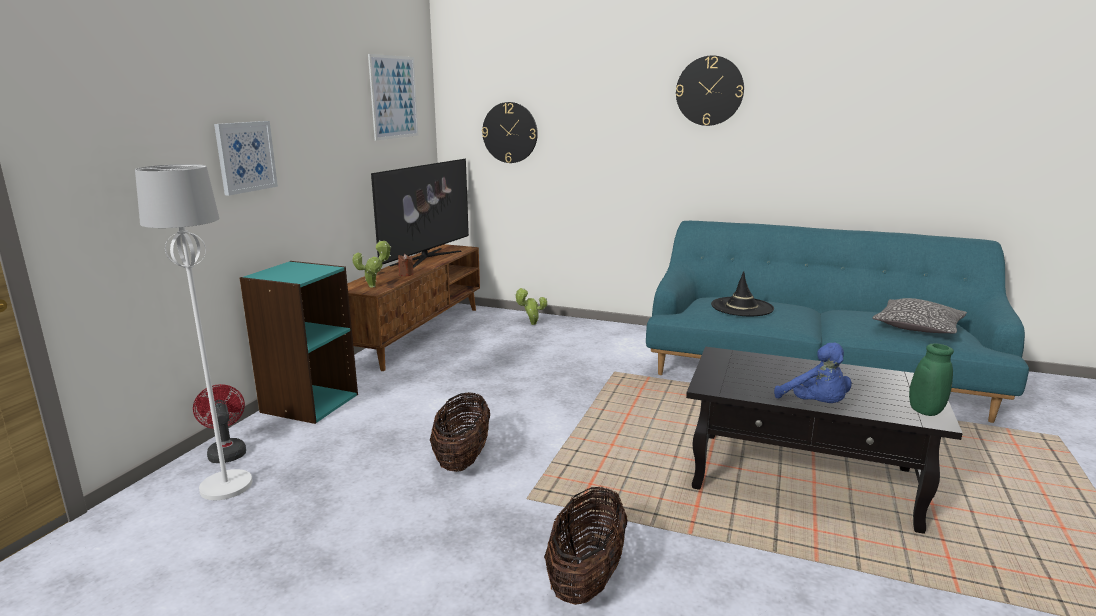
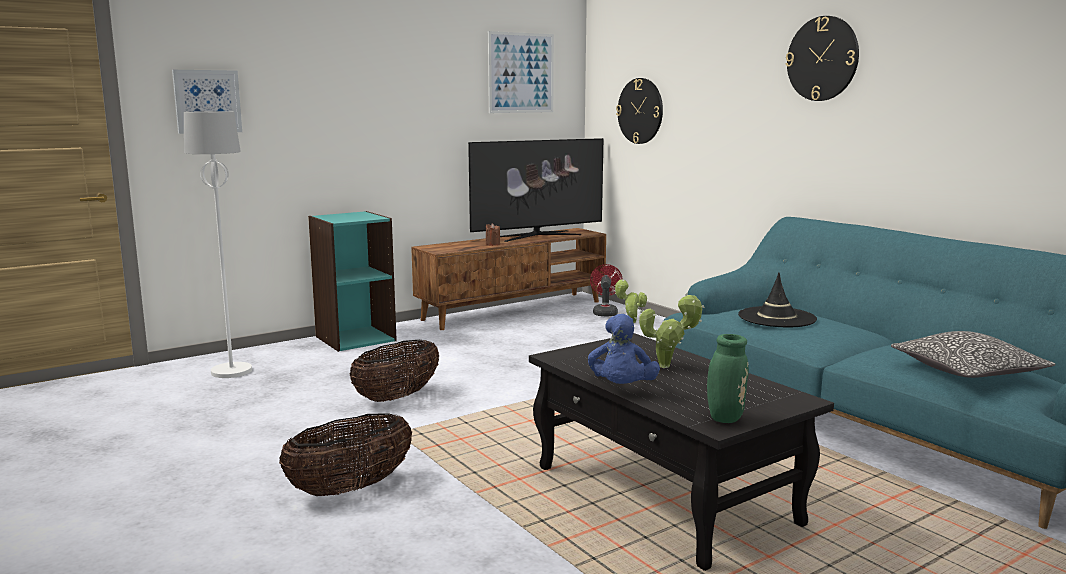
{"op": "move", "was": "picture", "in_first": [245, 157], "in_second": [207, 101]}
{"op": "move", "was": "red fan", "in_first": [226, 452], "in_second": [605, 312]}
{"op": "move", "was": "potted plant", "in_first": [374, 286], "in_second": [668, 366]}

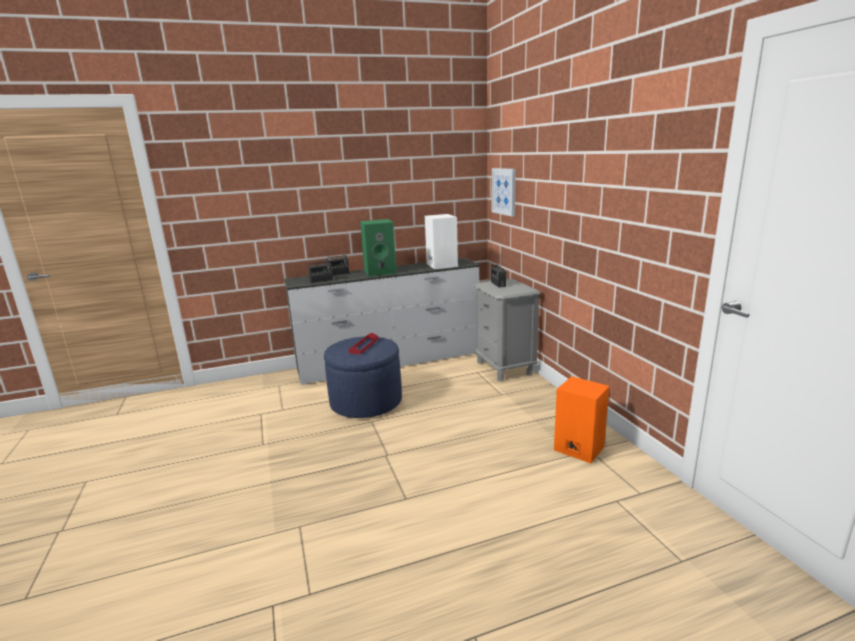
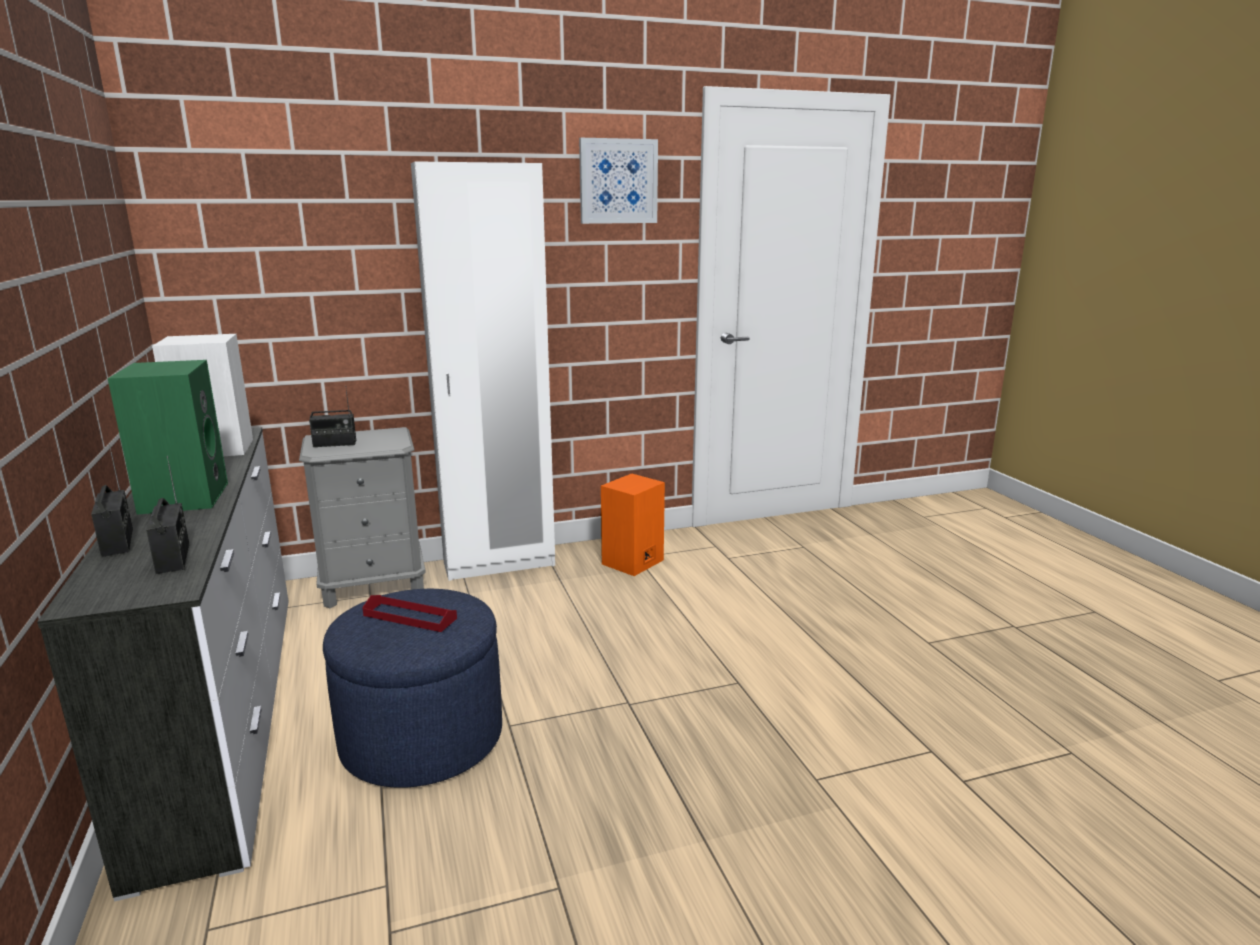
{"op": "insert", "now": "white wardrobe", "in_second": [499, 564]}
{"op": "move", "was": "picture", "in_first": [504, 191], "in_second": [618, 181]}

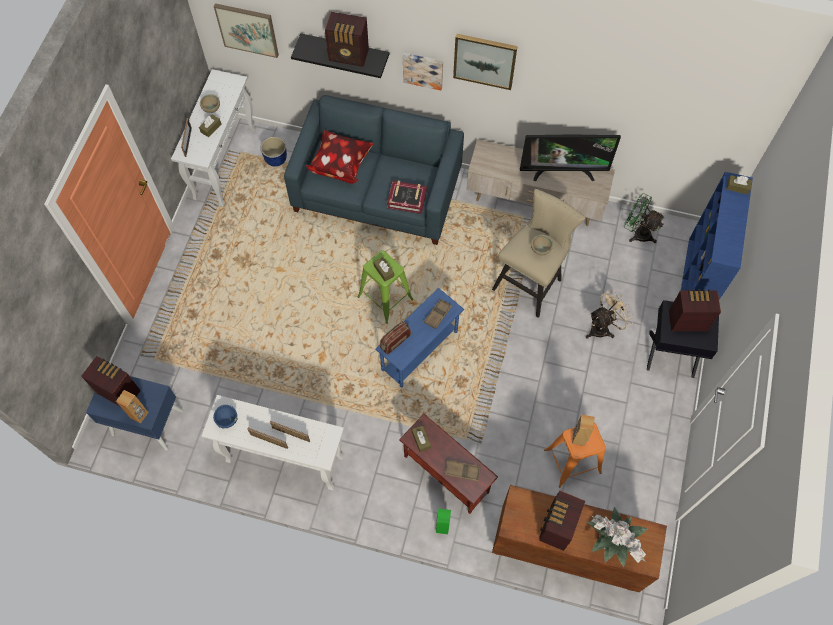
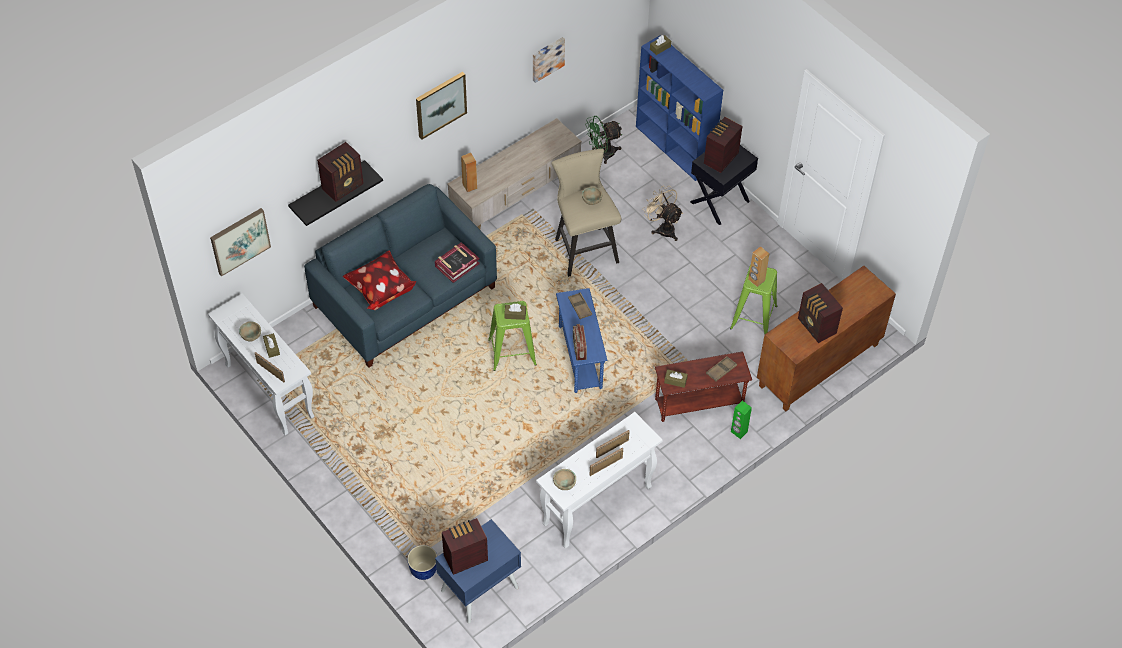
{"op": "move", "was": "planter", "in_first": [276, 160], "in_second": [424, 570]}
{"op": "move", "was": "brown speaker", "in_first": [139, 415], "in_second": [470, 186]}
{"op": "move", "was": "picture", "in_first": [423, 70], "in_second": [547, 58]}
{"op": "recolor", "was": "blue bowl", "now": "beige bowl", "in_first": [227, 420], "in_second": [564, 484]}
{"op": "rotate", "was": "beige fan", "in_first": [603, 327], "in_second": [663, 228], "clockwise": -45}
{"op": "recolor", "was": "orange stool", "now": "green stool", "in_first": [573, 461], "in_second": [753, 317]}
{"op": "delete", "was": "television", "in_first": [563, 171]}
{"op": "delete", "was": "potted plant", "in_first": [612, 543]}

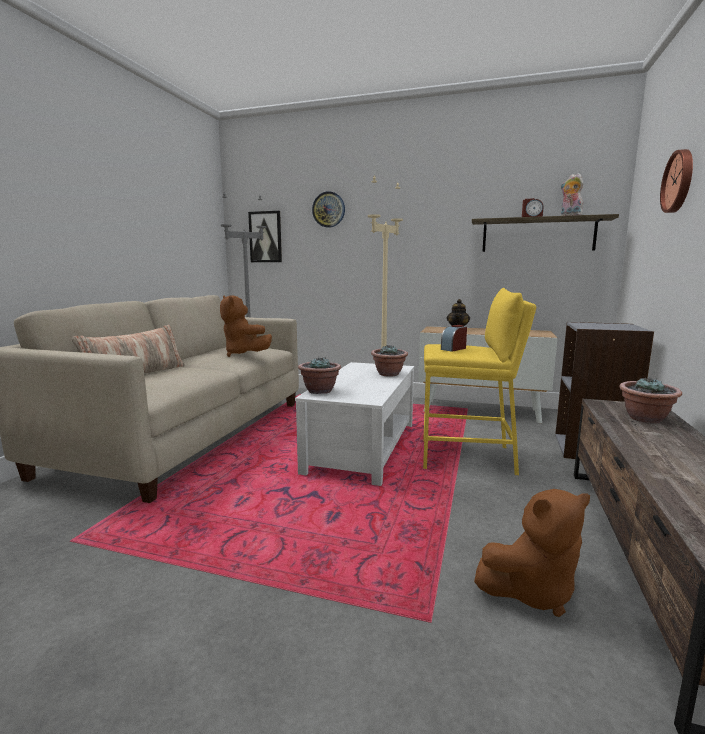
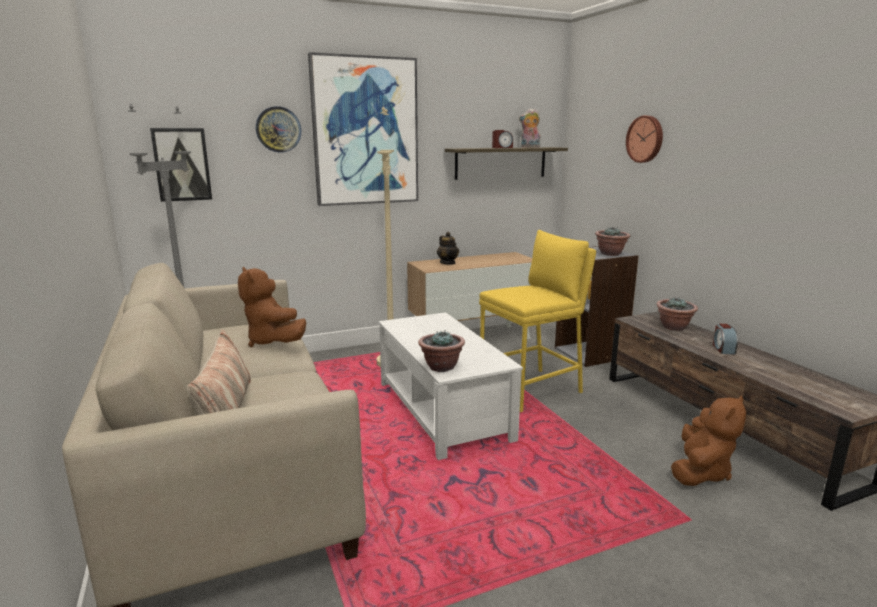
{"op": "rotate", "was": "brown plush toy", "in_first": [244, 354], "in_second": [273, 341], "clockwise": 45}
{"op": "insert", "now": "picture", "in_second": [365, 132]}
{"op": "move", "was": "potted plant", "in_first": [389, 374], "in_second": [610, 254]}
{"op": "move", "was": "alarm clock", "in_first": [453, 349], "in_second": [723, 349]}

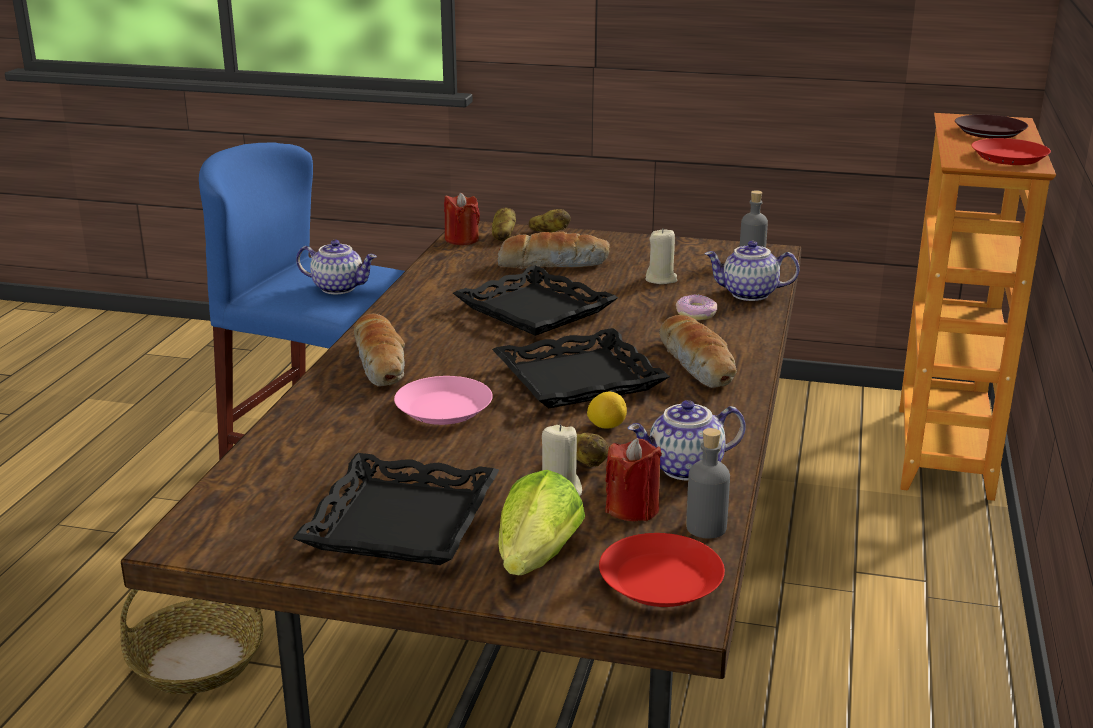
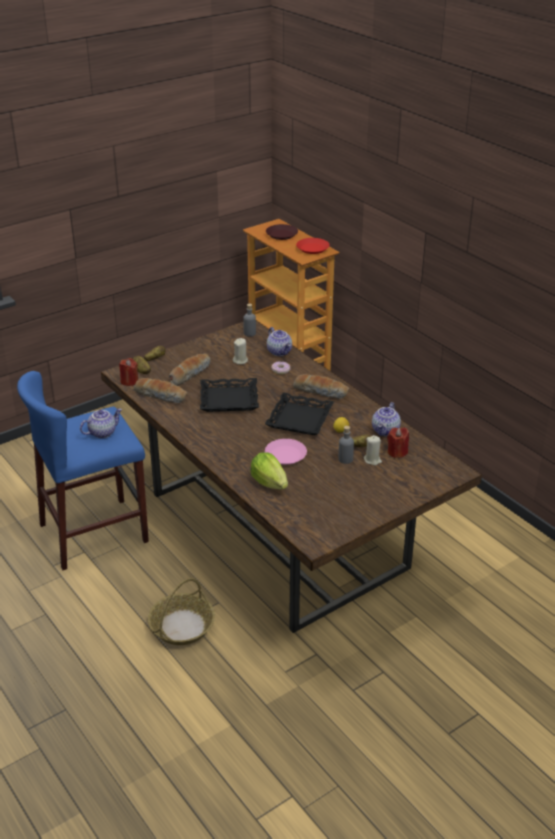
{"op": "move", "was": "bread", "in_first": [381, 364], "in_second": [161, 396]}
{"op": "move", "was": "lettuce", "in_first": [538, 558], "in_second": [269, 483]}
{"op": "rotate", "was": "teapot", "in_first": [748, 294], "in_second": [280, 352], "clockwise": -75}
{"op": "move", "was": "grey bottle", "in_first": [706, 527], "in_second": [345, 459]}
{"op": "delete", "was": "black tray", "in_first": [403, 522]}
{"op": "delete", "was": "red plate", "in_first": [659, 580]}

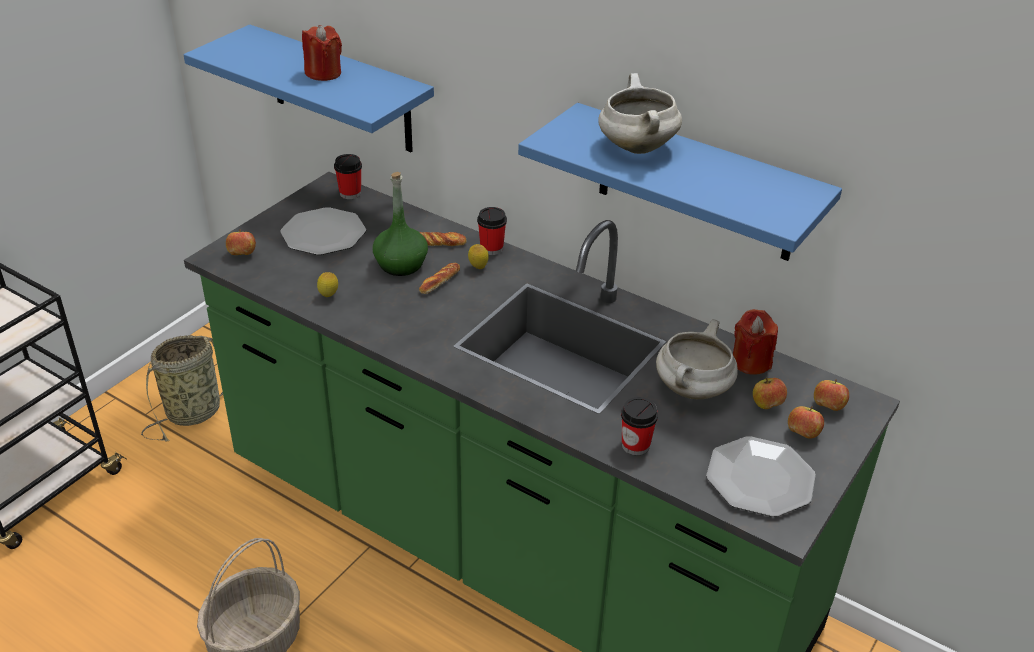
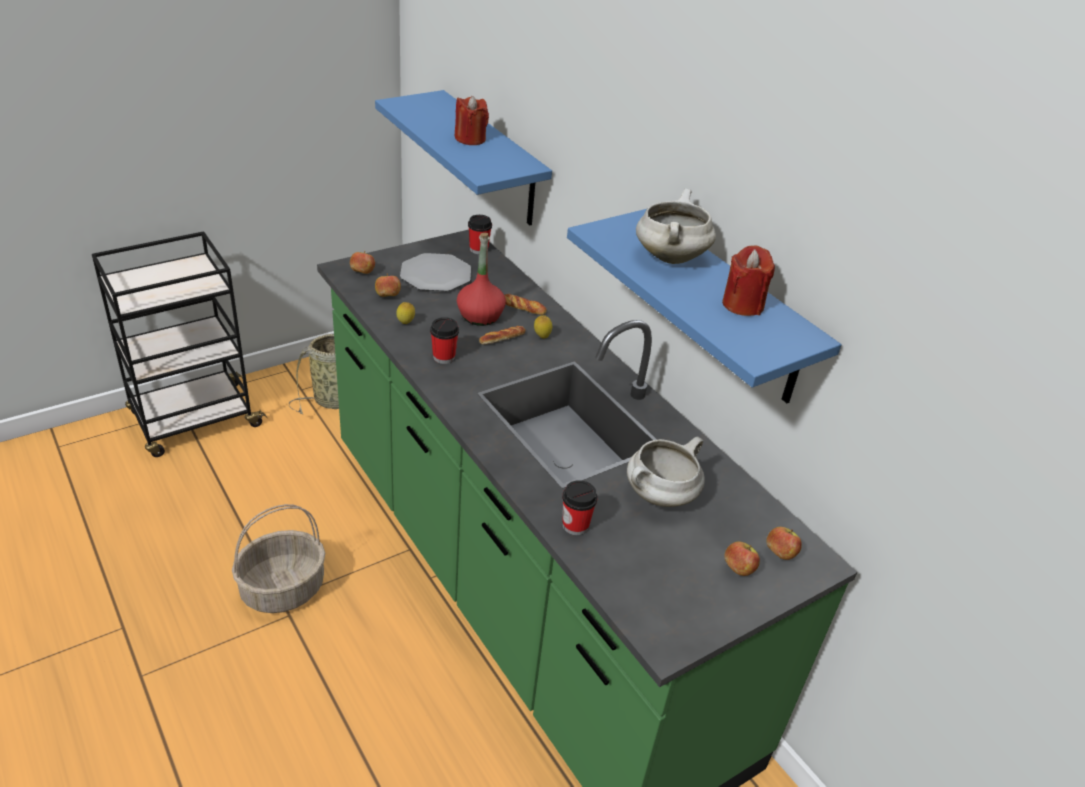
{"op": "move", "was": "apple", "in_first": [767, 405], "in_second": [388, 296]}
{"op": "move", "was": "cup", "in_first": [491, 248], "in_second": [444, 357]}
{"op": "recolor", "was": "green bottle", "now": "red bottle", "in_first": [400, 264], "in_second": [480, 316]}
{"op": "move", "was": "red candle", "in_first": [751, 362], "in_second": [742, 304]}
{"op": "delete", "was": "plate", "in_first": [760, 479]}

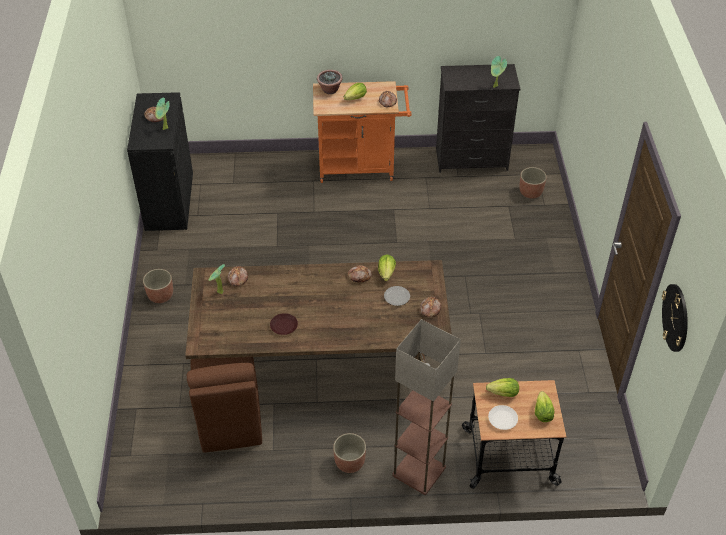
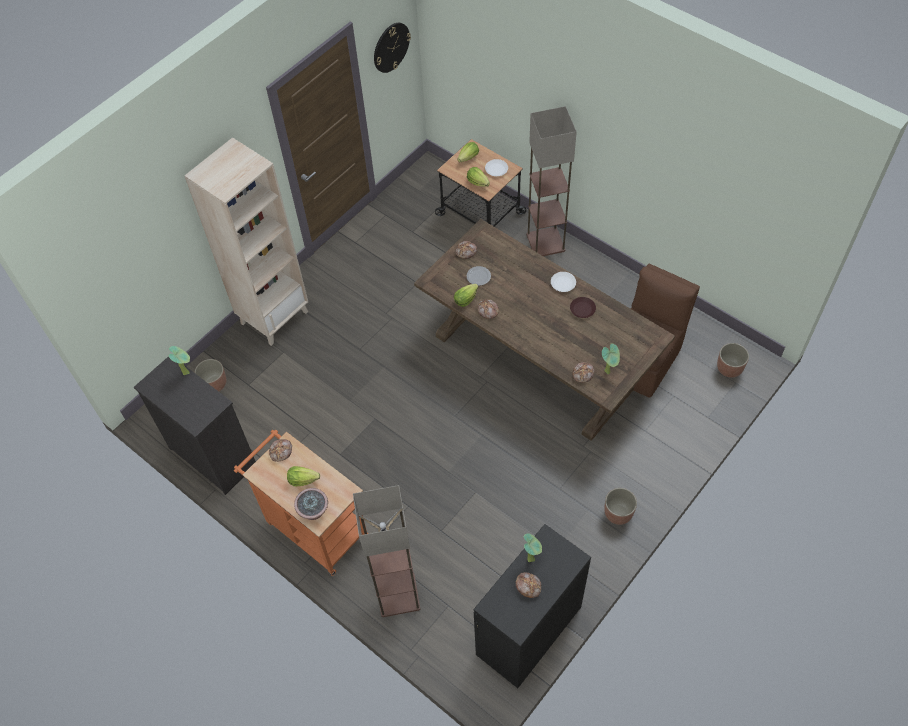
{"op": "insert", "now": "beige bookcase", "in_second": [274, 317]}
{"op": "insert", "now": "floor lamp", "in_second": [398, 594]}
{"op": "insert", "now": "white plate", "in_second": [563, 284]}
{"op": "move", "was": "planter", "in_first": [350, 462], "in_second": [729, 368]}

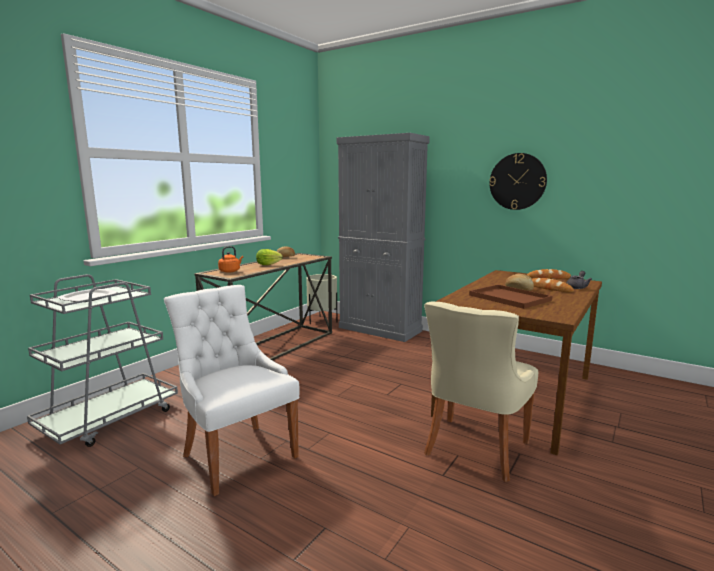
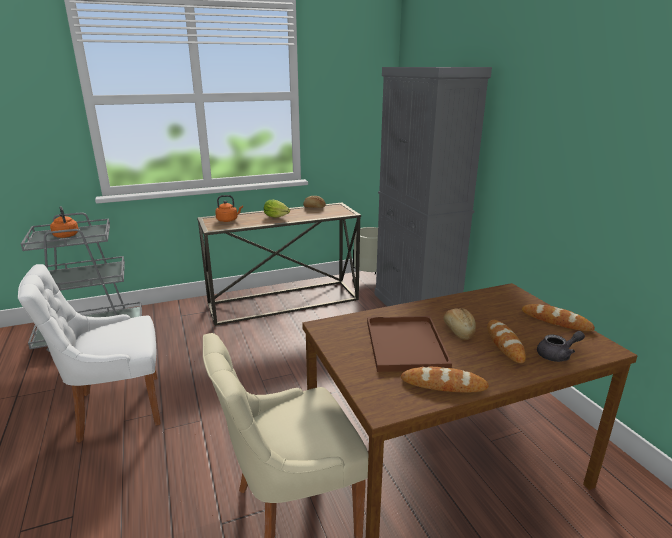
{"op": "rotate", "was": "white chair", "in_first": [237, 454], "in_second": [115, 408], "clockwise": -105}
{"op": "replace", "was": "plate", "now": "orange kettle", "in_first": [87, 297], "in_second": [66, 235]}
{"op": "insert", "now": "bread", "in_second": [443, 384]}
{"op": "delete", "was": "wall clock", "in_first": [517, 181]}

